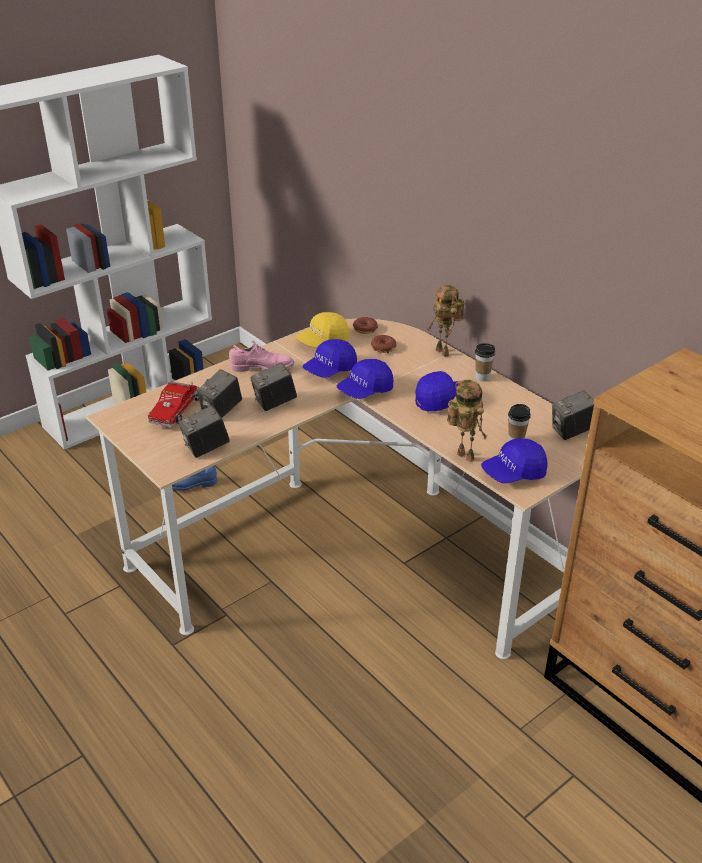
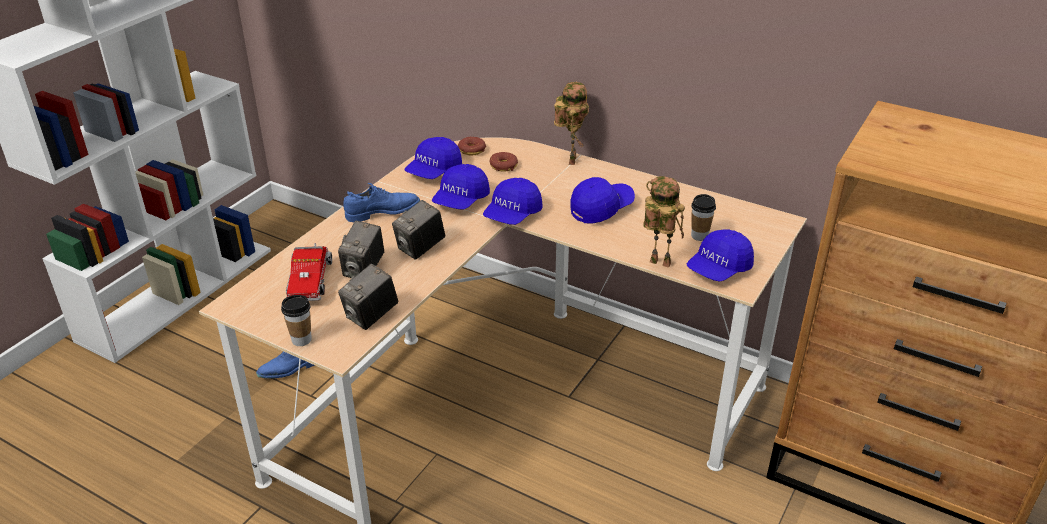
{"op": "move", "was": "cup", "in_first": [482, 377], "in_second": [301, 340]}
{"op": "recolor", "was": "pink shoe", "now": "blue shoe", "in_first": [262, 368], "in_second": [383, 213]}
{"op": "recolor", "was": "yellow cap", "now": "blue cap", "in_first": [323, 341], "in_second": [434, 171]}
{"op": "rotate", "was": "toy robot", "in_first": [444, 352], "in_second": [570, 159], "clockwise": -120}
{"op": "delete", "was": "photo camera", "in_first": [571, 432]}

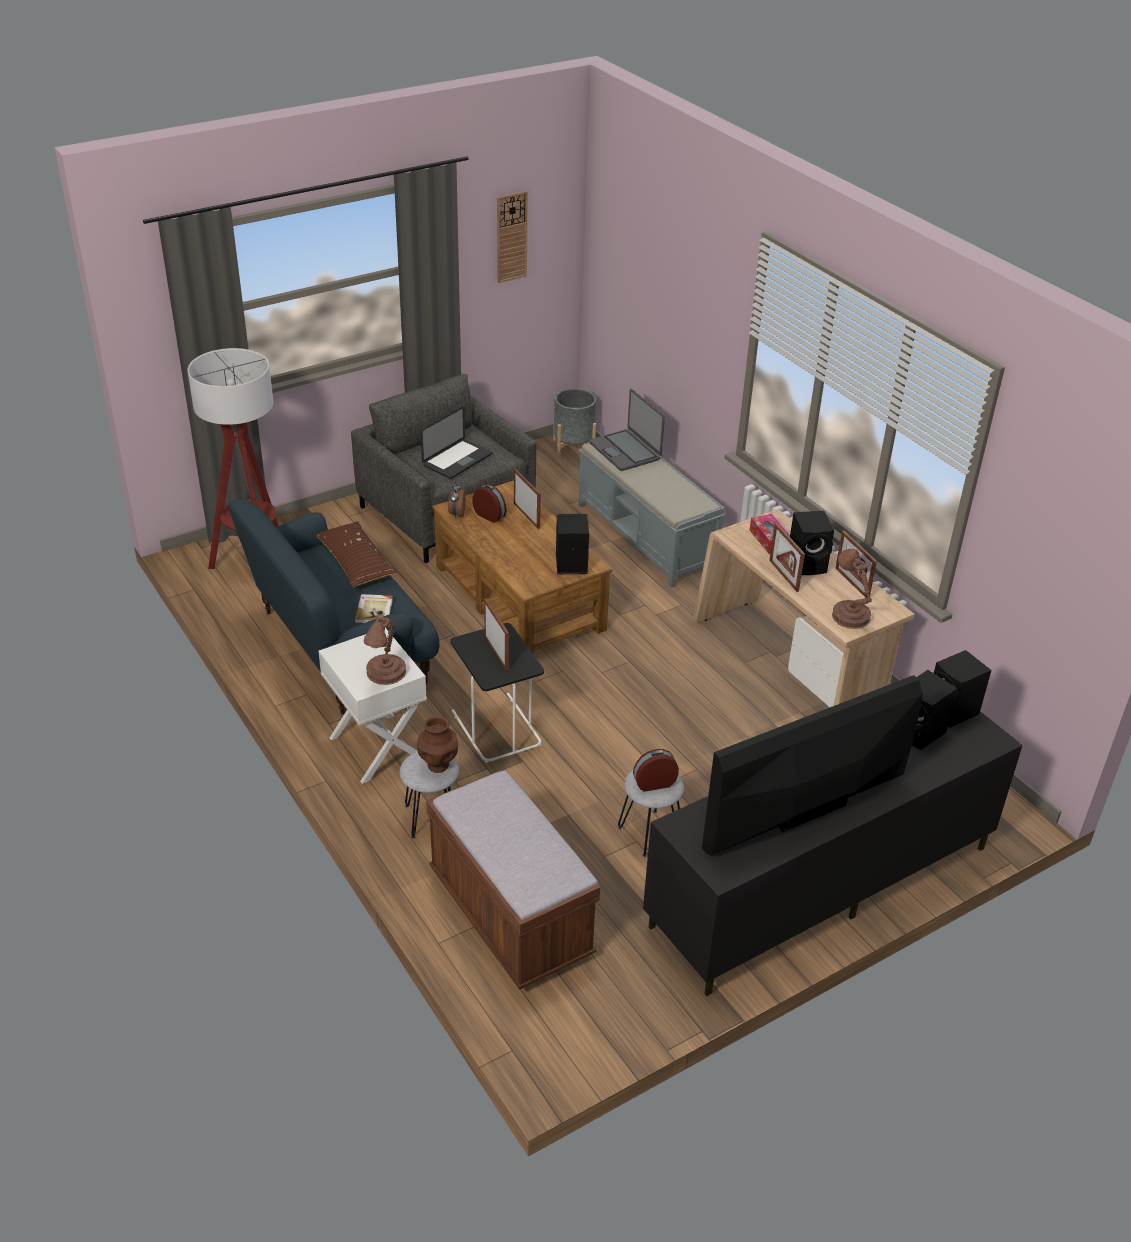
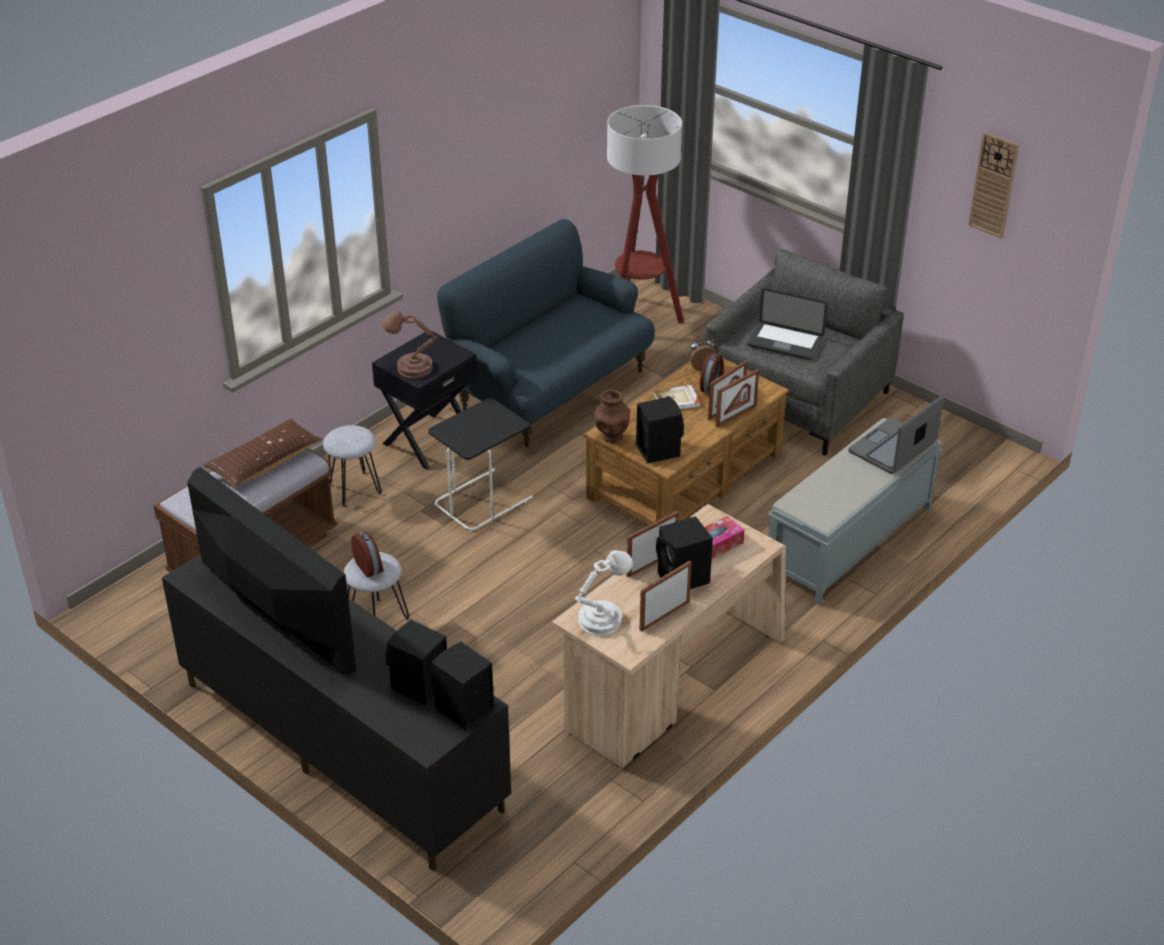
{"op": "move", "was": "brown pillow", "in_first": [356, 563], "in_second": [265, 462]}
{"op": "recolor", "was": "white side table", "now": "black side table", "in_first": [376, 748], "in_second": [428, 440]}
{"op": "recolor", "was": "brown table lamp", "now": "white table lamp", "in_first": [849, 614], "in_second": [603, 618]}
{"op": "move", "was": "brown vase", "in_first": [438, 765], "in_second": [612, 437]}
{"op": "move", "was": "book", "in_first": [374, 610], "in_second": [677, 400]}
{"op": "move", "was": "picture frame", "in_first": [496, 652], "in_second": [736, 416]}
{"op": "delete", "was": "grey planter", "in_first": [573, 448]}

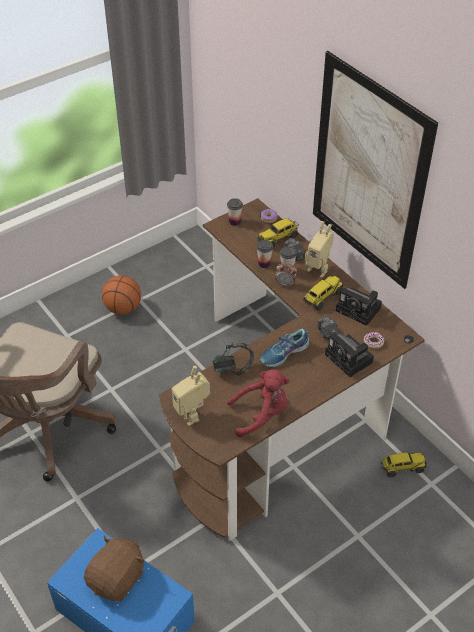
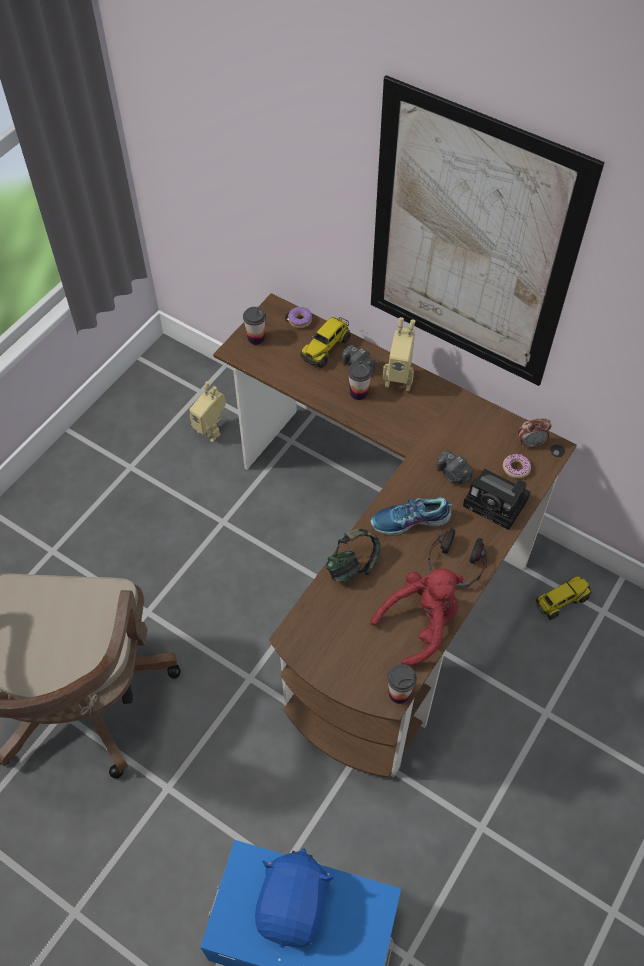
{"op": "move", "was": "toy robot", "in_first": [192, 414], "in_second": [211, 430]}
{"op": "recolor", "was": "brown plush toy", "now": "blue plush toy", "in_first": [117, 579], "in_second": [294, 905]}
{"op": "rotate", "was": "shoe", "in_first": [284, 353], "in_second": [410, 521], "clockwise": 45}
{"op": "move", "was": "cup", "in_first": [264, 264], "in_second": [399, 693]}
{"op": "insert", "now": "headphones", "in_second": [456, 564]}
{"op": "move", "was": "alarm clock", "in_first": [285, 284], "in_second": [531, 443]}
{"op": "delete", "was": "basketball", "in_first": [123, 308]}
{"op": "delete", "was": "toy truck", "in_first": [322, 297]}
{"op": "delete", "was": "photo camera", "in_first": [360, 310]}

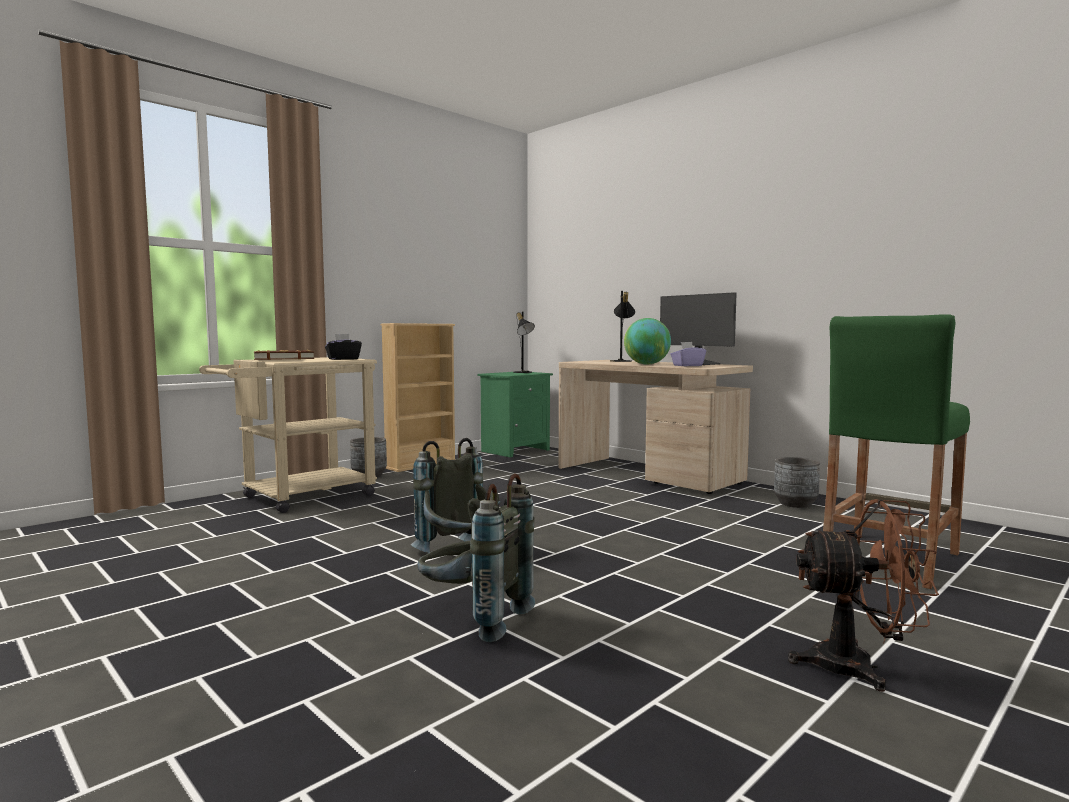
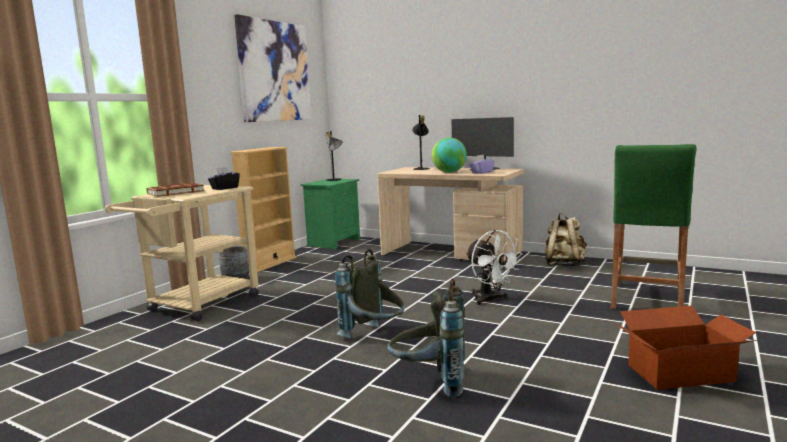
{"op": "insert", "now": "picture", "in_second": [274, 71]}
{"op": "insert", "now": "white fan", "in_second": [490, 300]}
{"op": "replace", "was": "grey planter", "now": "beige backpack", "in_first": [795, 504], "in_second": [564, 265]}
{"op": "replace", "was": "brown fan", "now": "cardboard box", "in_first": [858, 667], "in_second": [679, 373]}

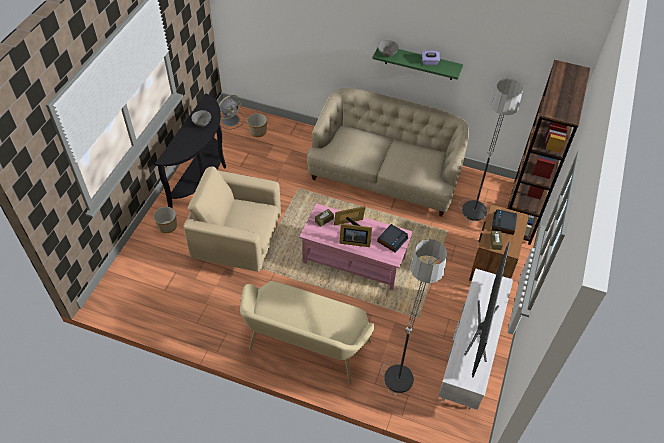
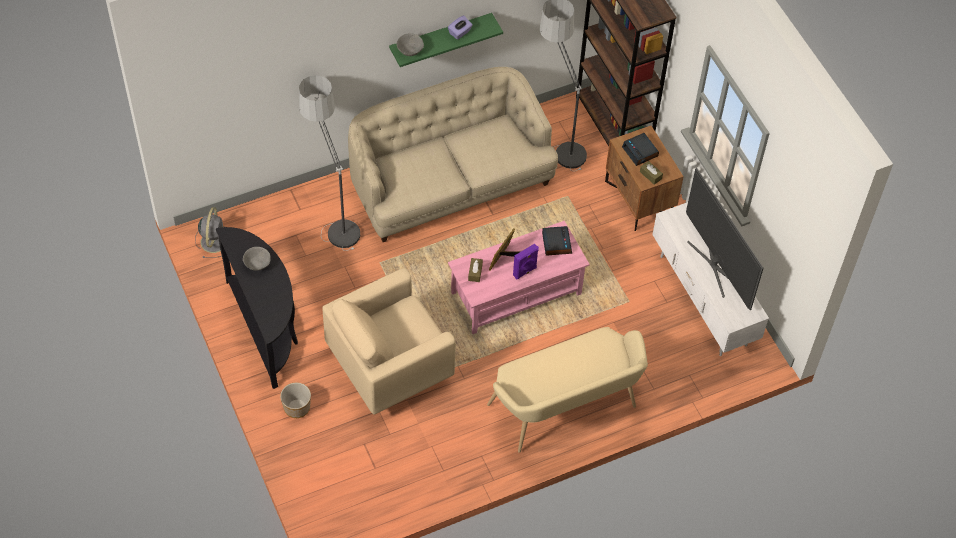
{"op": "move", "was": "floor lamp", "in_first": [404, 359], "in_second": [333, 216]}
{"op": "replace", "was": "picture frame", "now": "purple speaker", "in_first": [354, 241], "in_second": [525, 272]}
{"op": "delete", "was": "planter", "in_first": [257, 131]}

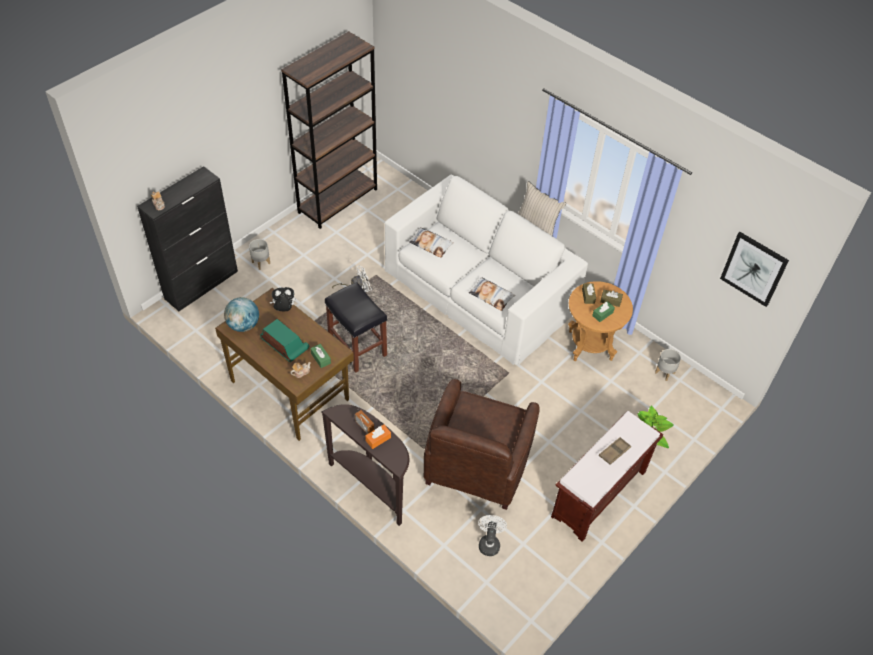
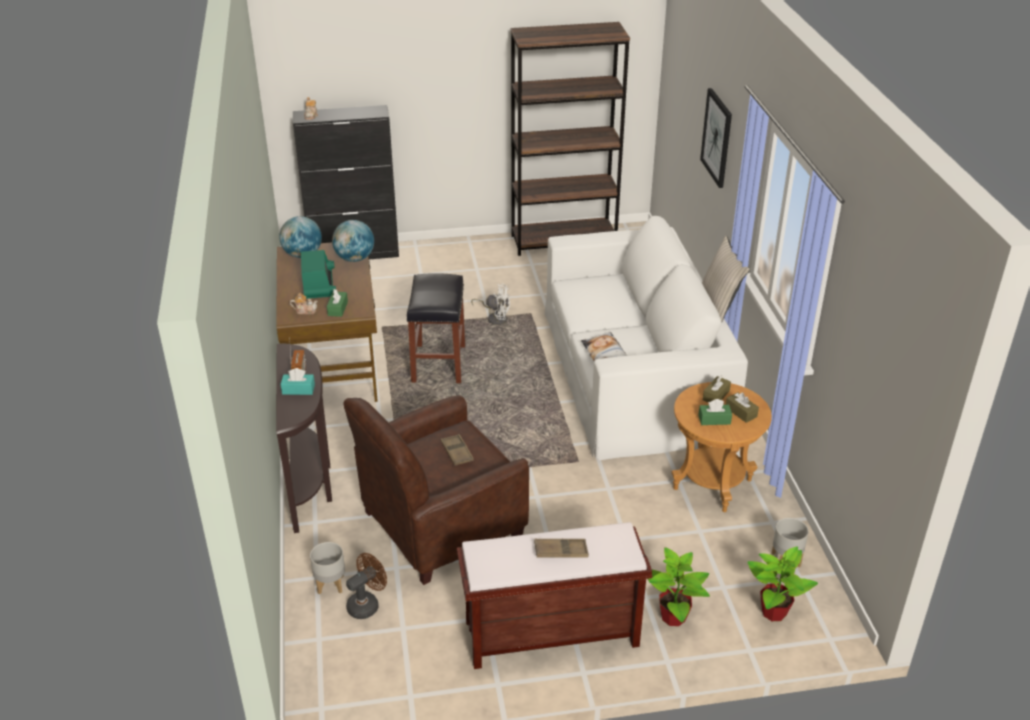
{"op": "recolor", "was": "orange tissue box", "now": "turquoise tissue box", "in_first": [378, 439], "in_second": [298, 389]}
{"op": "move", "was": "grey planter", "in_first": [261, 262], "in_second": [330, 584]}
{"op": "replace", "was": "plush toy", "now": "globe", "in_first": [284, 309], "in_second": [354, 258]}
{"op": "recolor", "was": "white fan", "now": "brown fan", "in_first": [489, 542], "in_second": [367, 604]}
{"op": "insert", "now": "brown tray", "in_second": [457, 452]}
{"op": "move", "was": "picture", "in_first": [754, 268], "in_second": [717, 137]}
{"op": "insert", "now": "potted plant", "in_second": [774, 611]}
{"op": "delete", "was": "pillow", "in_first": [431, 244]}

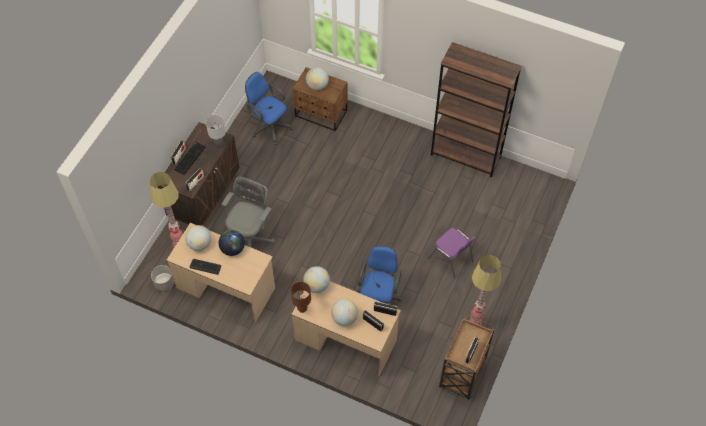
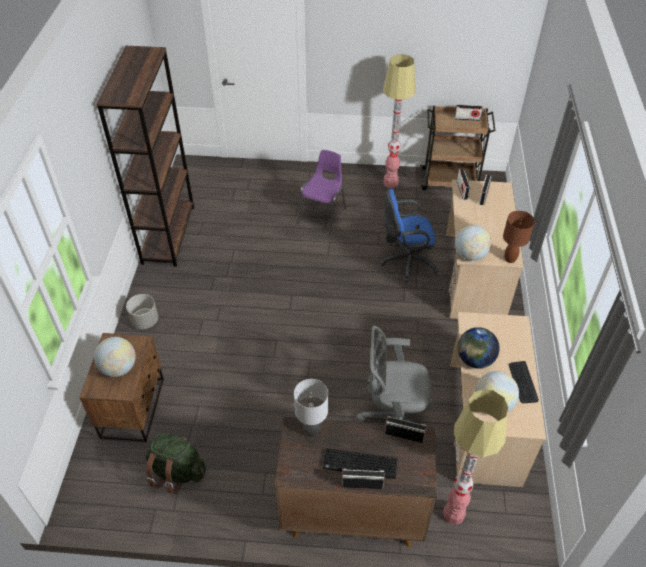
{"op": "move", "was": "grey planter", "in_first": [164, 283], "in_second": [145, 321]}
{"op": "replace", "was": "blue office chair", "now": "green backpack", "in_first": [269, 126], "in_second": [177, 472]}
{"op": "delete", "was": "globe", "in_first": [344, 318]}

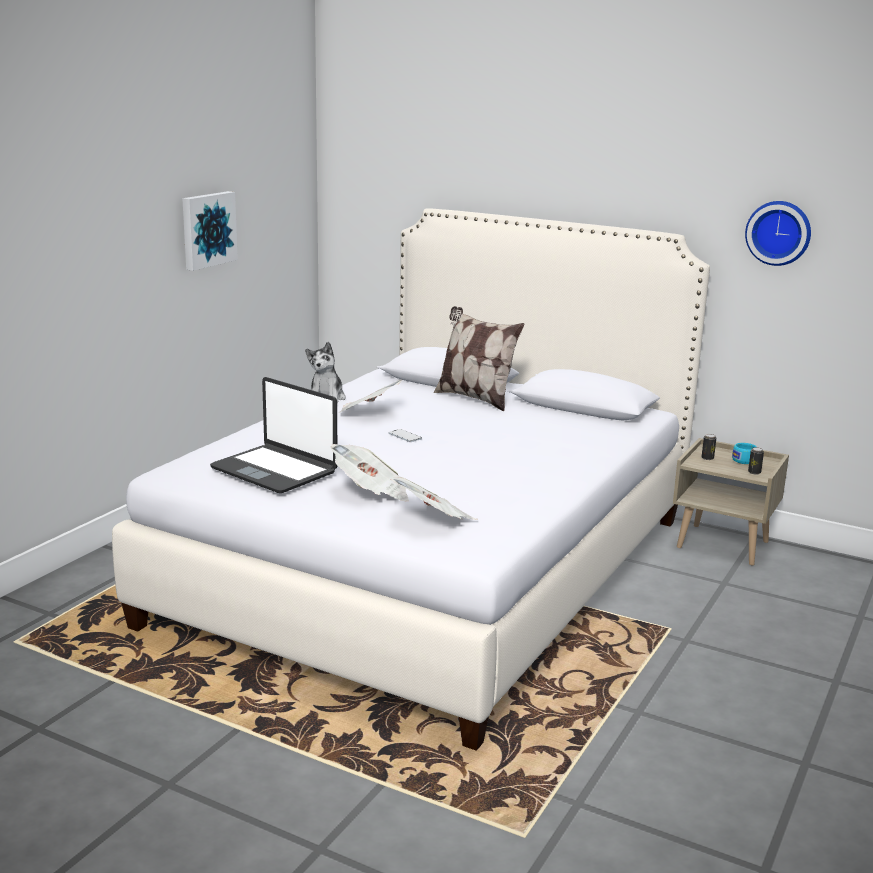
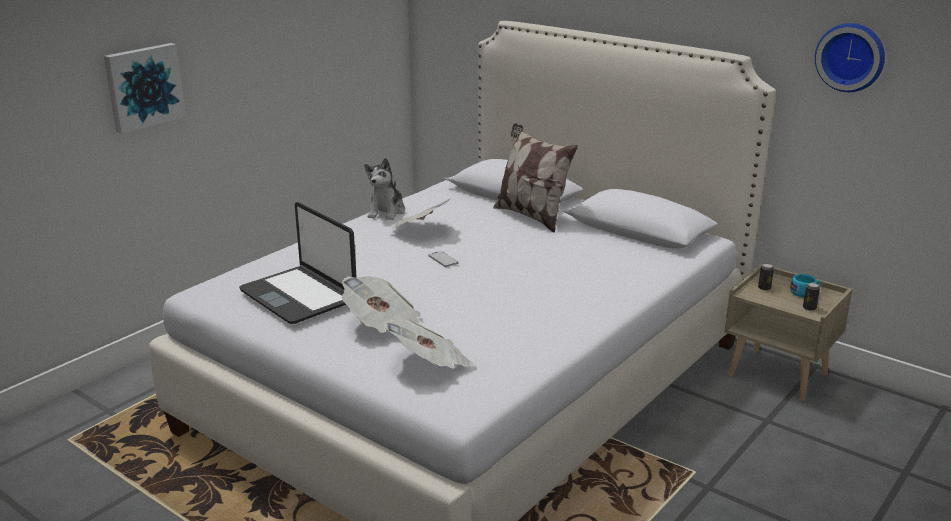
{"op": "move", "was": "picture", "in_first": [207, 229], "in_second": [143, 86]}

